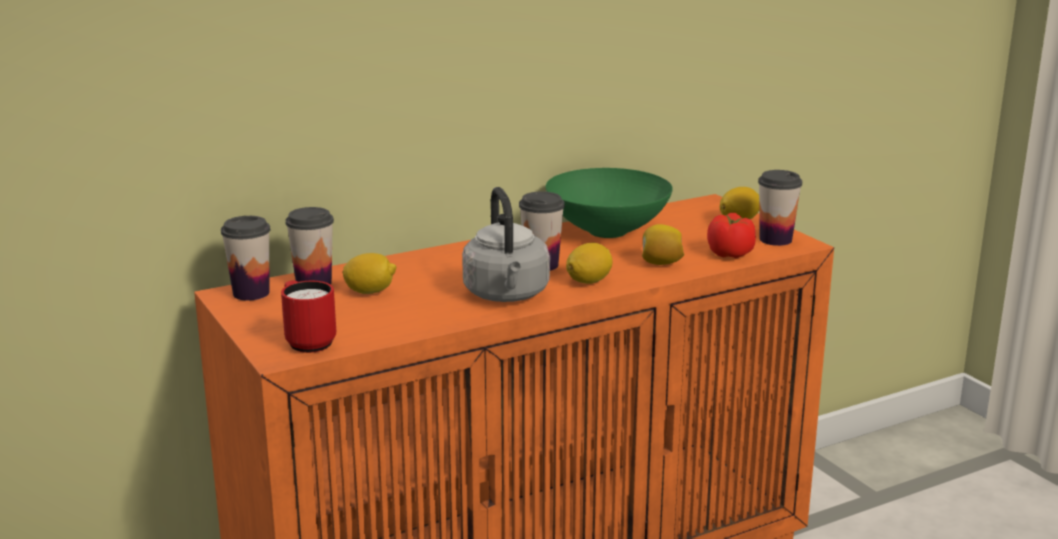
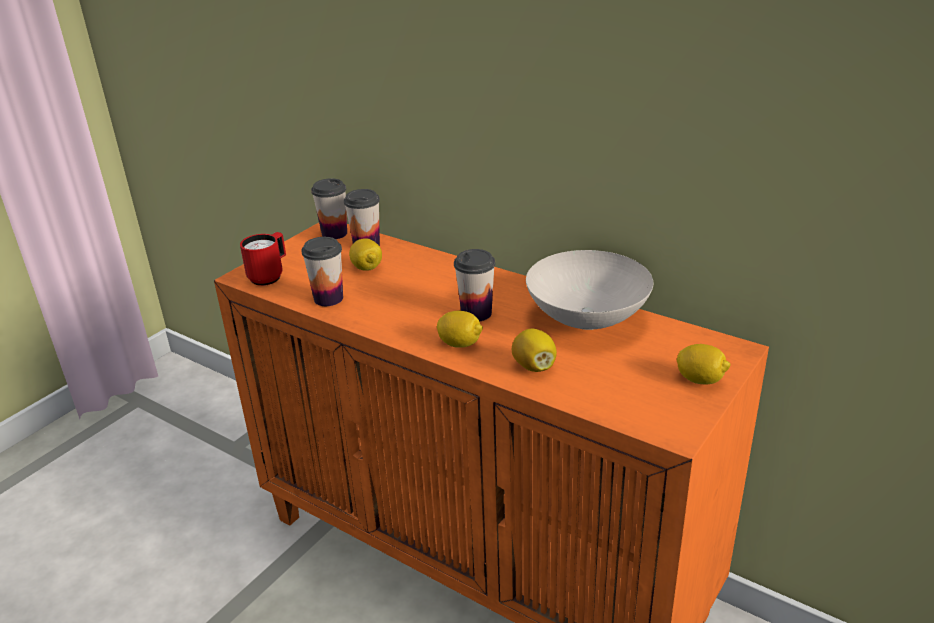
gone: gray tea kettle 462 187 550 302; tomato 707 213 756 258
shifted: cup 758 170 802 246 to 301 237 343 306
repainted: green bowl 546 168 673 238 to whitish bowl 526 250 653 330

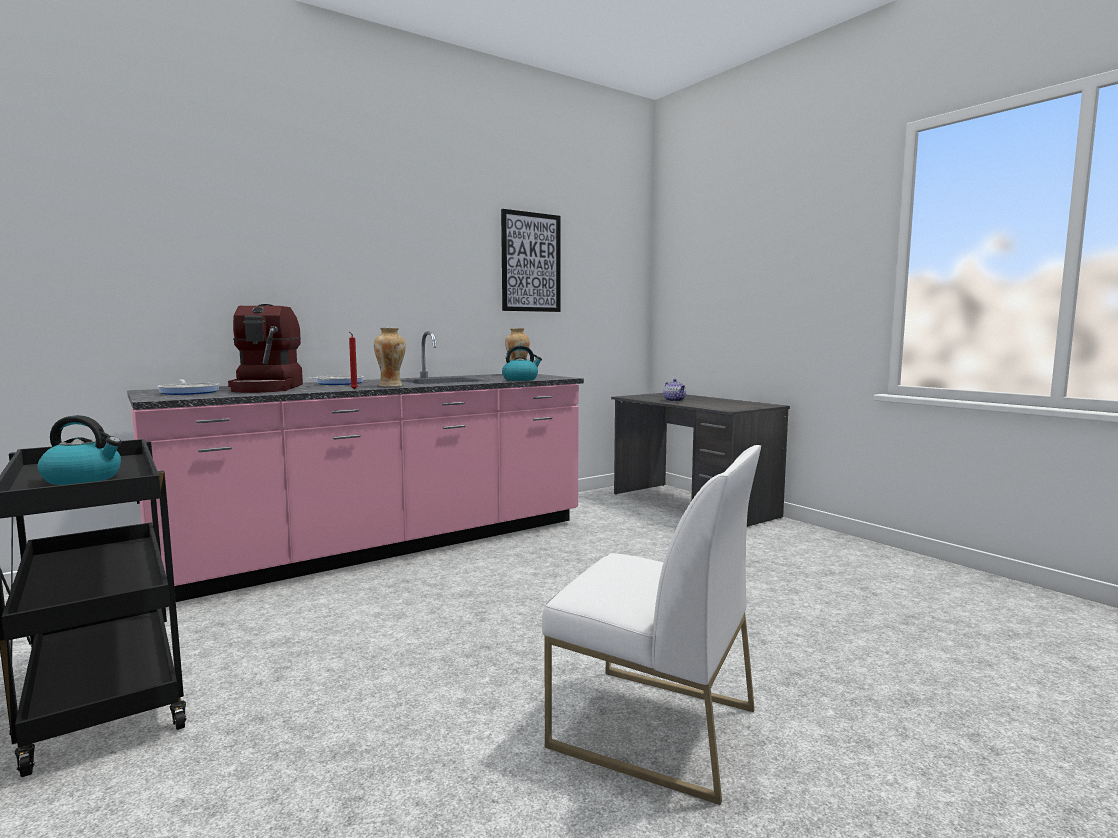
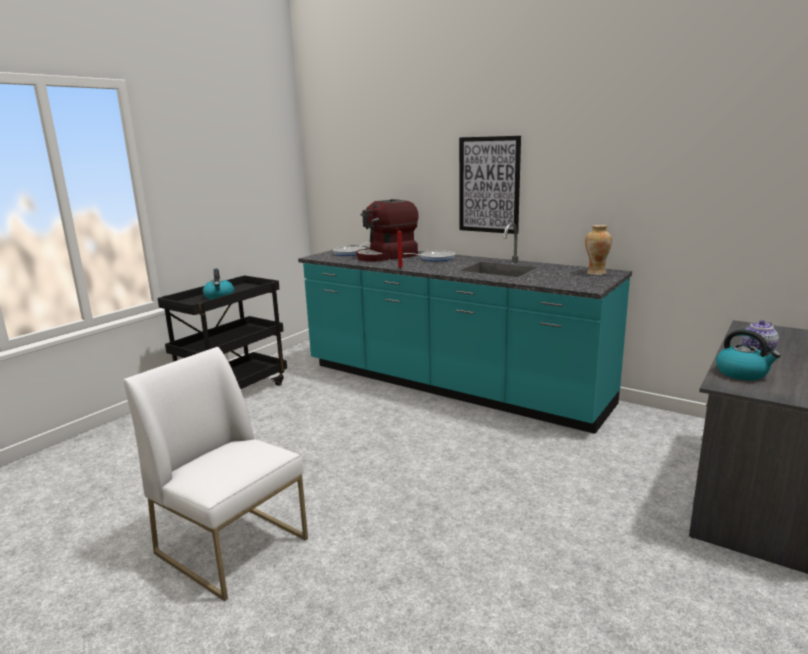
gone: decorative vase 374 328 406 387
shifted: wall picture 501 209 561 312 to 459 136 521 234; tea kettle 502 345 542 381 to 716 329 781 381
repainted: pinkish counter 127 331 584 602 to turquoise counter 298 222 632 434
rotated: whitish chair 542 445 761 805 = 123 347 308 601 120 degrees clockwise

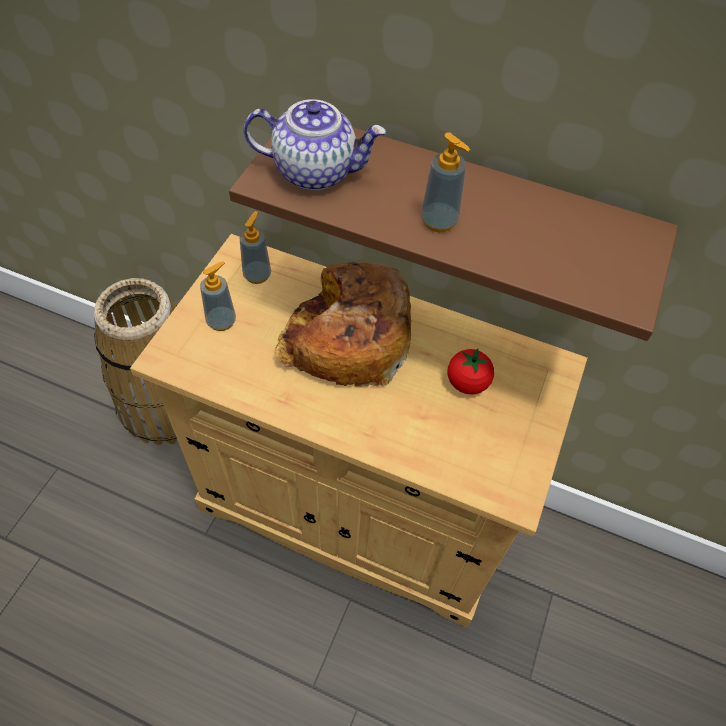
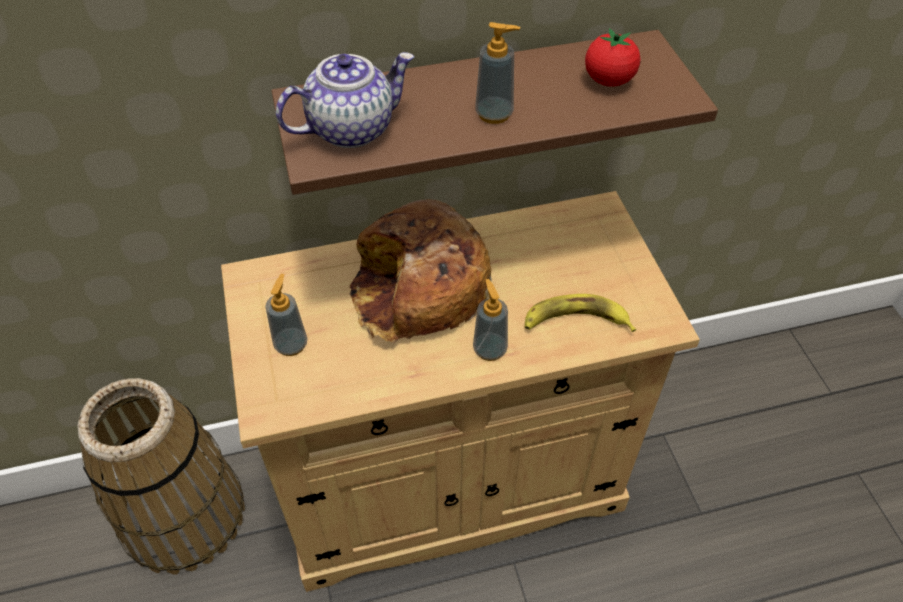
new: banana fruit 525 294 636 332
shifted: soap dispenser 240 211 271 284 to 473 279 508 361; tomato 448 348 494 395 to 585 28 641 87

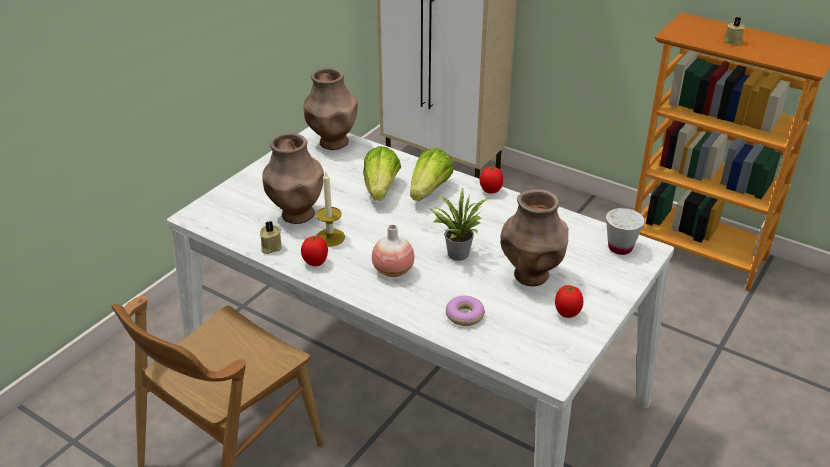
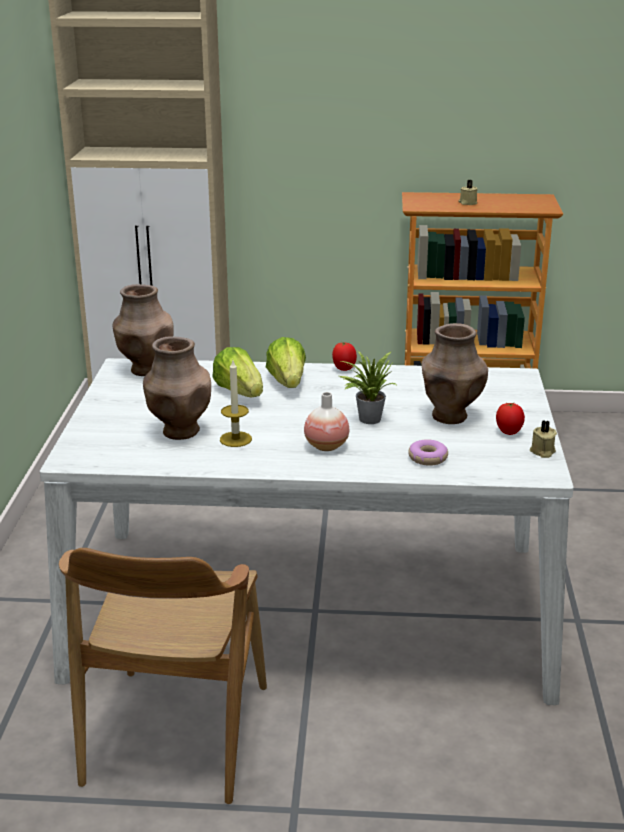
gone: tomato 301 236 328 266; whitish cup 606 208 645 255
shifted: sand-coloured candle 260 221 282 254 to 530 420 557 458

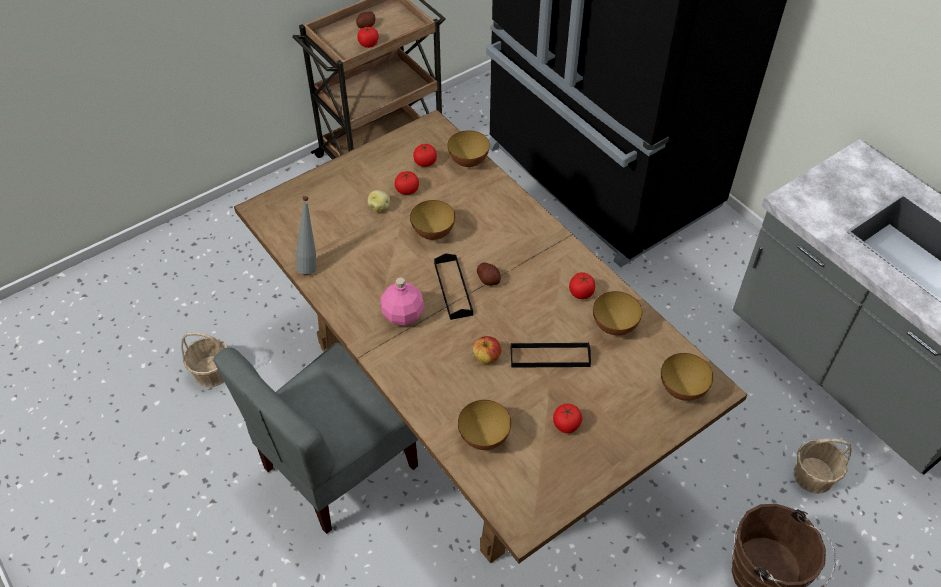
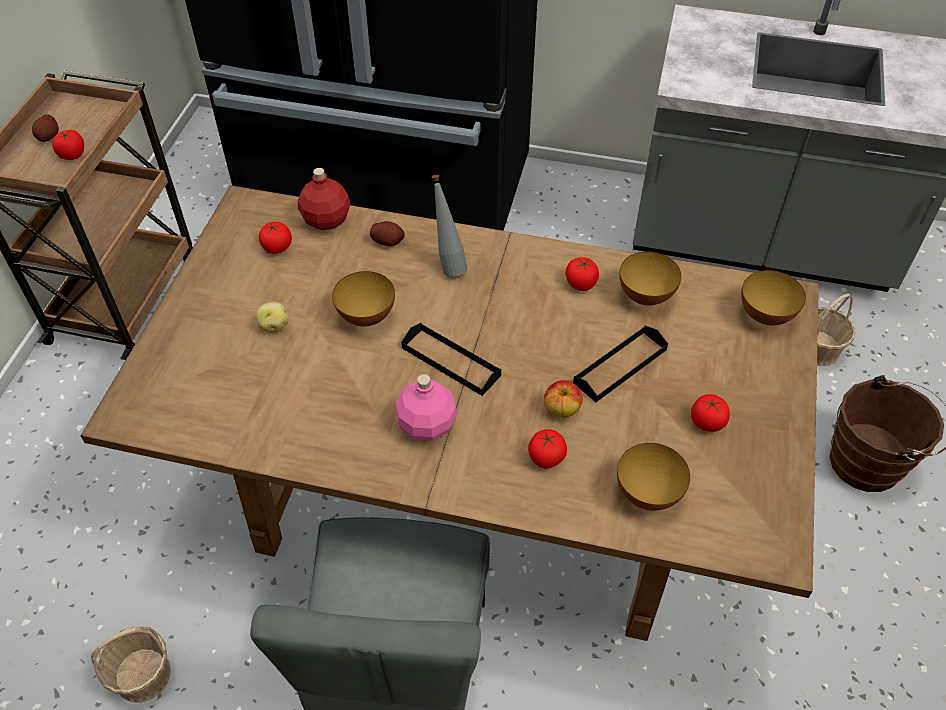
shifted: whole potato 477 262 501 286 to 370 221 405 246; gray beverage bottle 296 196 316 274 to 432 175 467 277; tomato 395 171 419 195 to 528 429 567 469
swapped: bowl 448 130 490 167 to reddish beverage bottle 298 168 350 230

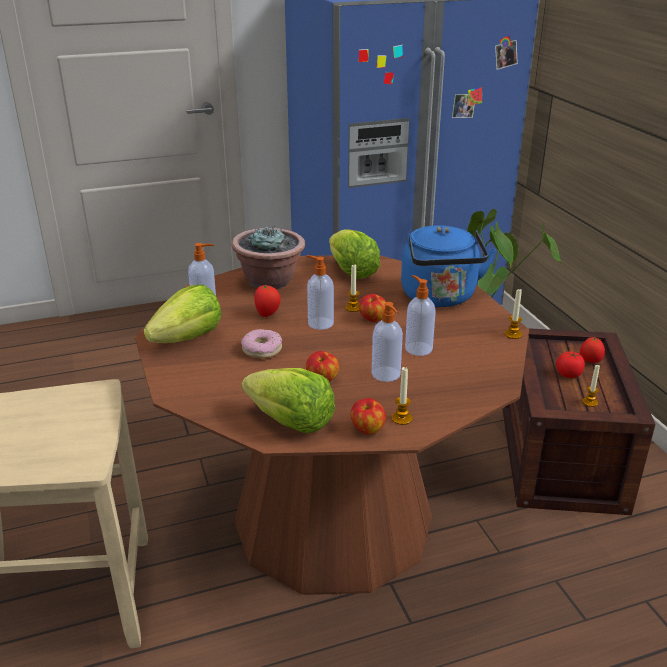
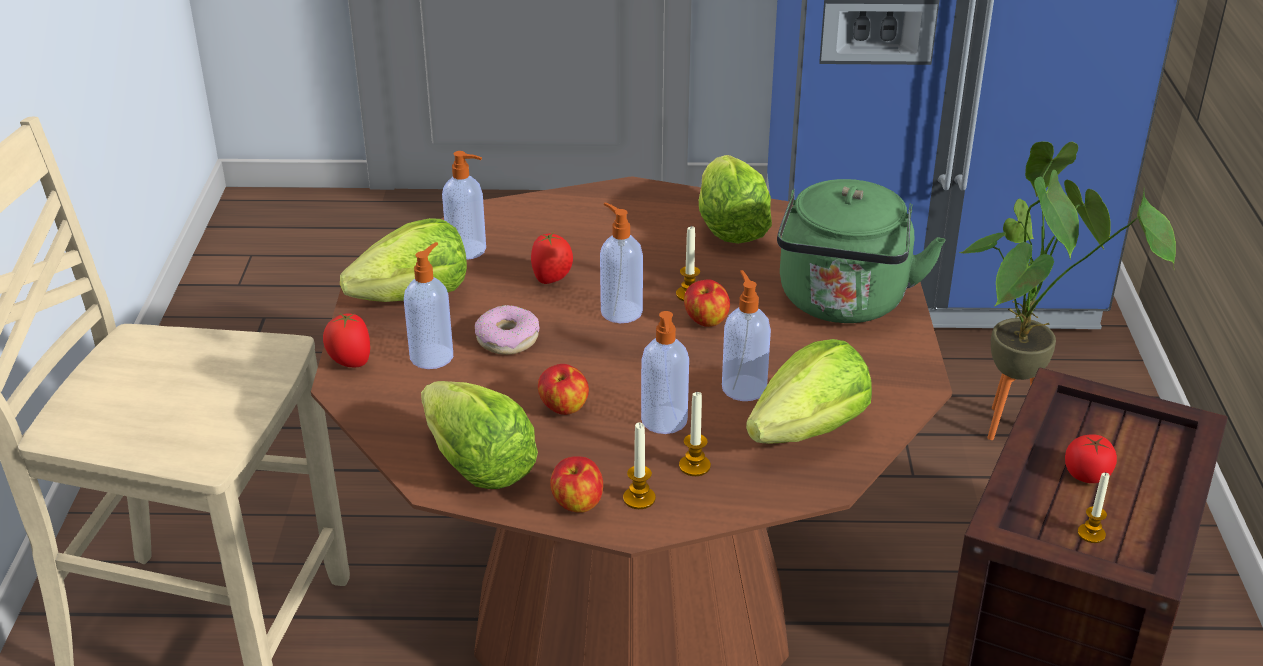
gone: potted plant 231 225 305 290
new: soap dispenser 404 242 453 369; lettuce 746 339 872 443
shifted: tomato 580 337 605 363 to 323 313 370 367; candle 504 289 522 339 to 679 392 711 476
repainted: bluish tea kettle 401 225 496 307 to green tea kettle 777 179 946 323

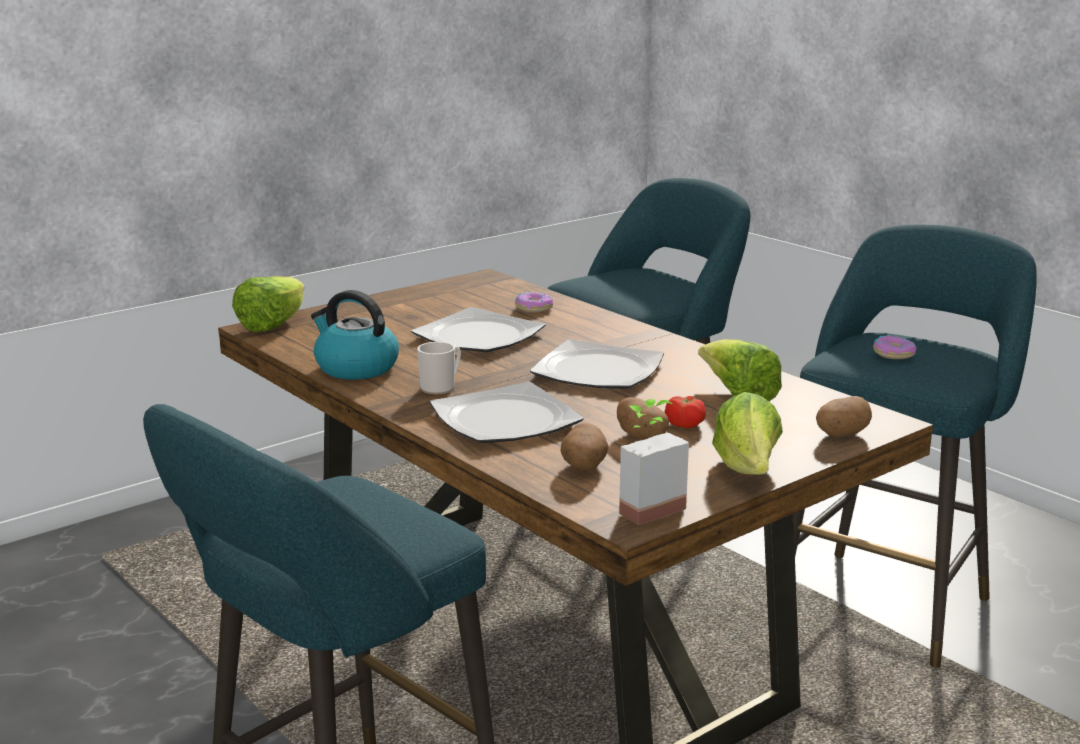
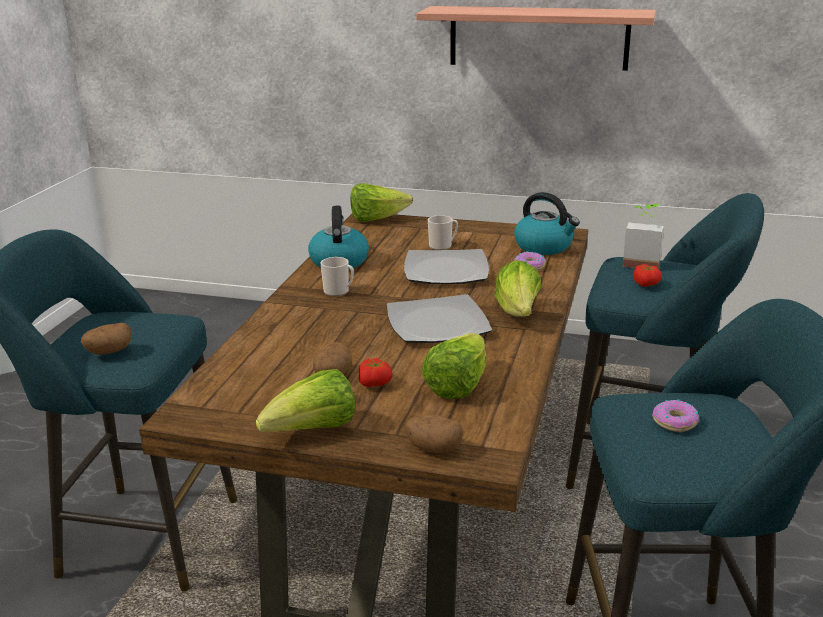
gone: dinner plate 430 382 584 443
new: shelf 416 6 656 71; coffee mug 428 215 458 250; lettuce 495 260 542 317; tea kettle 514 192 580 255; tomato 633 264 662 287
shifted: whole potato 560 423 609 472 to 81 323 132 355; potted plant 619 399 689 525 to 623 204 664 268

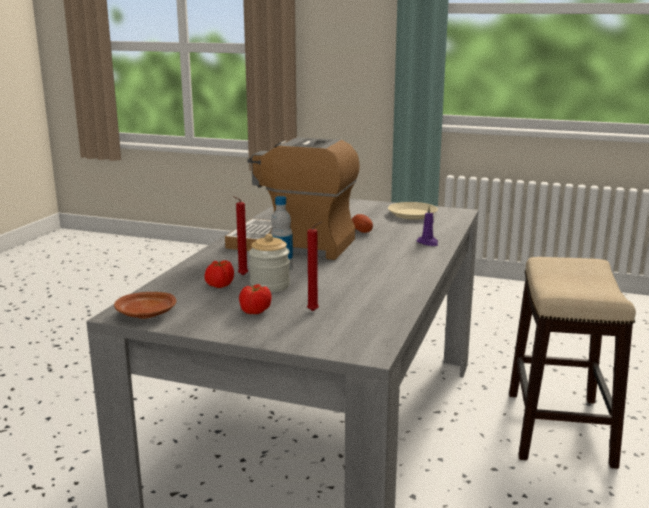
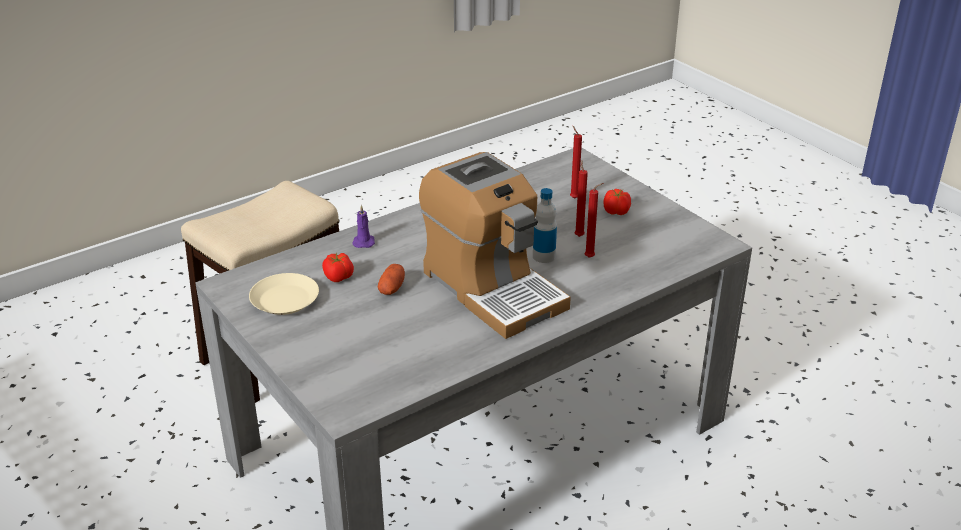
gone: brownish dinner plate 114 292 176 319
shifted: tomato 205 260 234 288 to 322 253 354 282
swapped: storage jar 249 234 290 292 to reddish candle 575 160 588 237

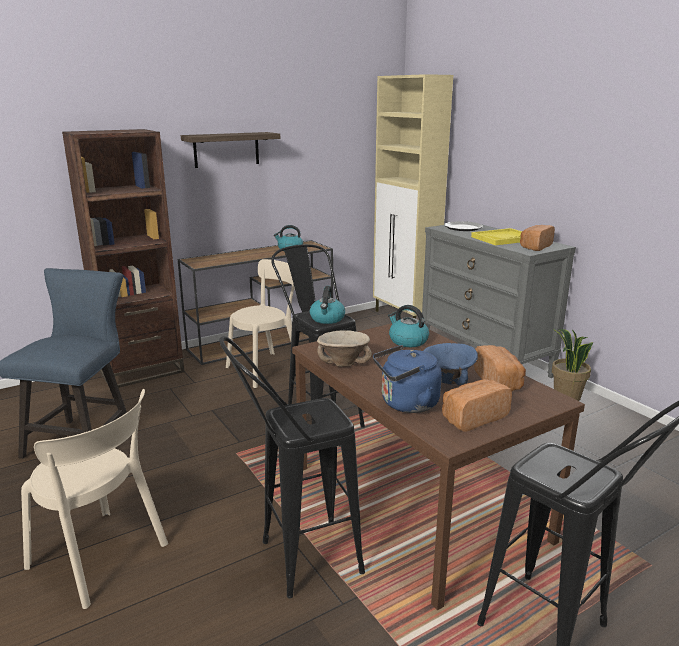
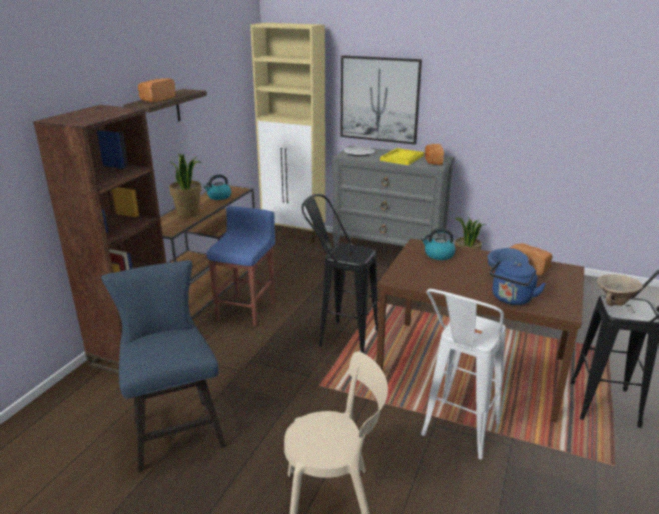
gone: tea kettle 310 286 345 324
new: potted plant 169 153 202 217; wall picture 340 55 422 145
shifted: bakery bread 442 379 512 432 to 138 78 176 103; sand-coloured bowl 317 330 372 367 to 597 274 643 306
swapped: sand-coloured chair 226 259 295 388 to bluish stool seat 207 206 275 326
repainted: black-coloured stool seat 219 336 365 598 to whitish stool seat 421 289 506 459

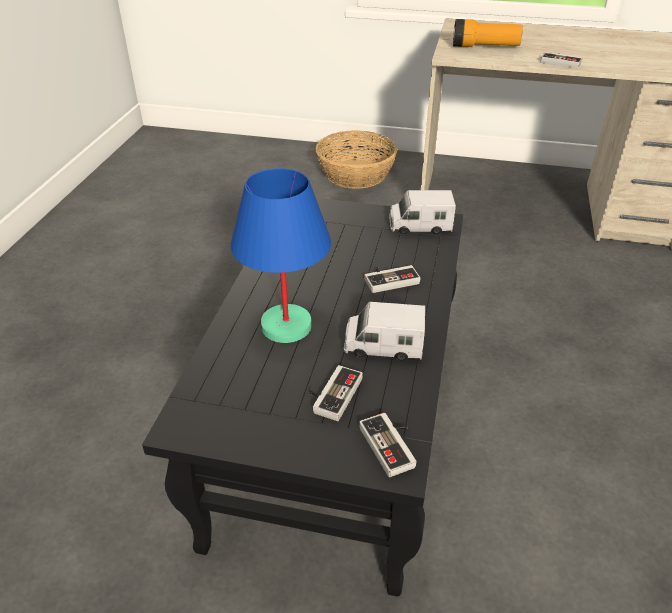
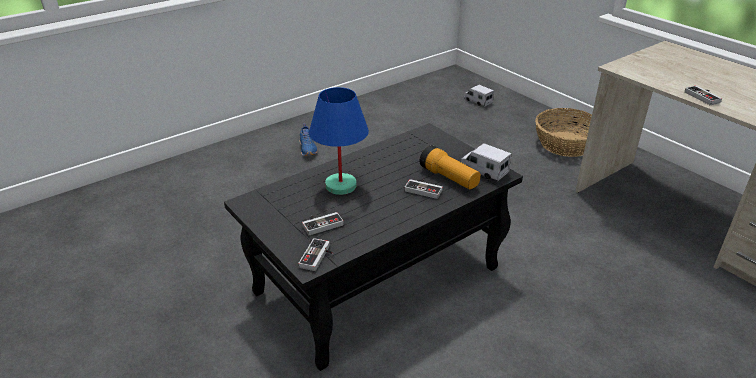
new: bluish low shoe 299 123 318 156
shifted: torch 453 19 523 47 to 420 145 481 190; toy truck 344 302 425 361 to 464 85 494 107

